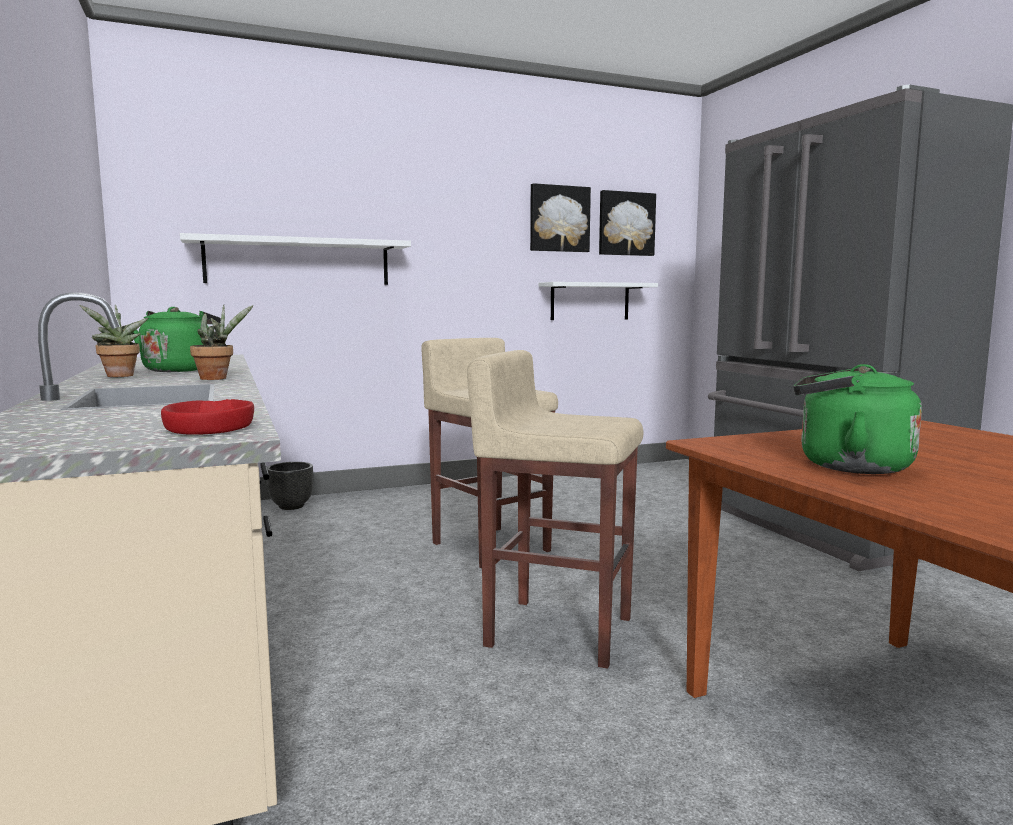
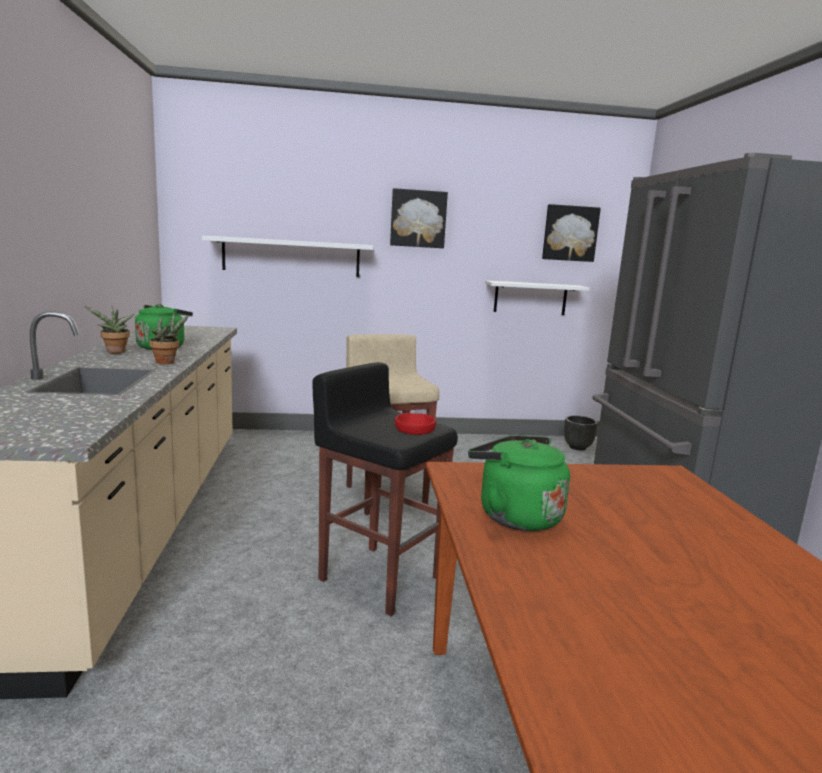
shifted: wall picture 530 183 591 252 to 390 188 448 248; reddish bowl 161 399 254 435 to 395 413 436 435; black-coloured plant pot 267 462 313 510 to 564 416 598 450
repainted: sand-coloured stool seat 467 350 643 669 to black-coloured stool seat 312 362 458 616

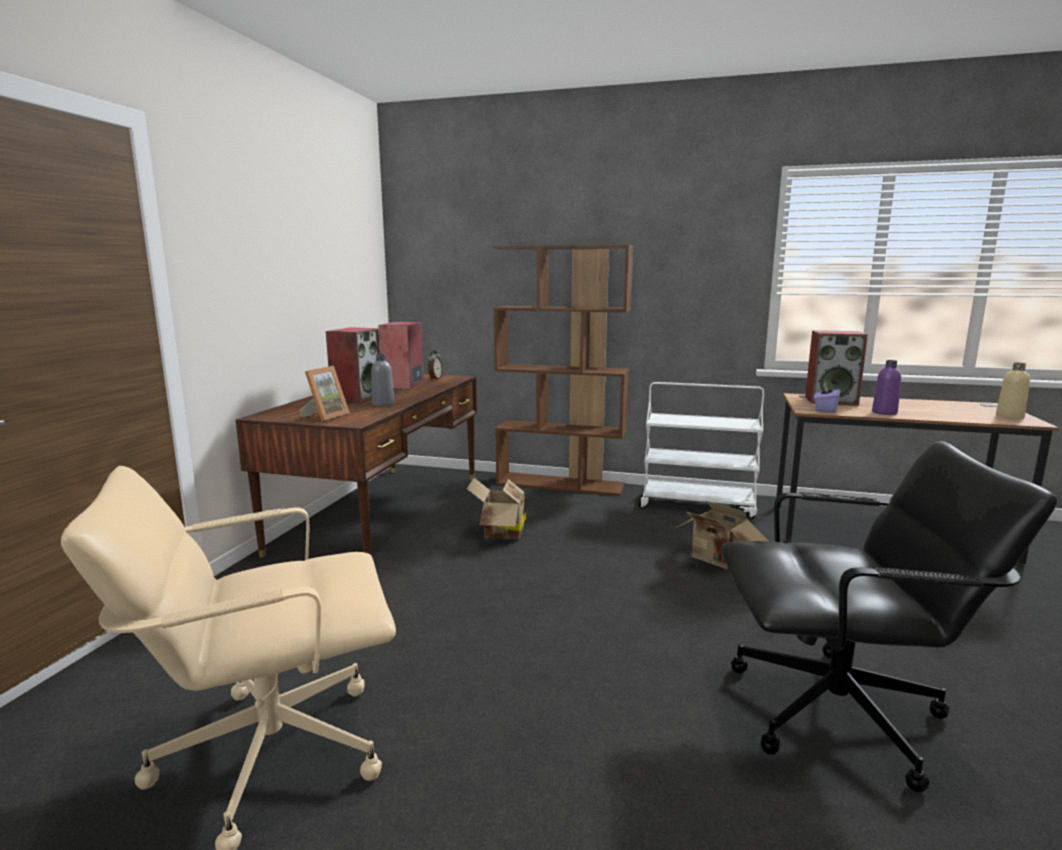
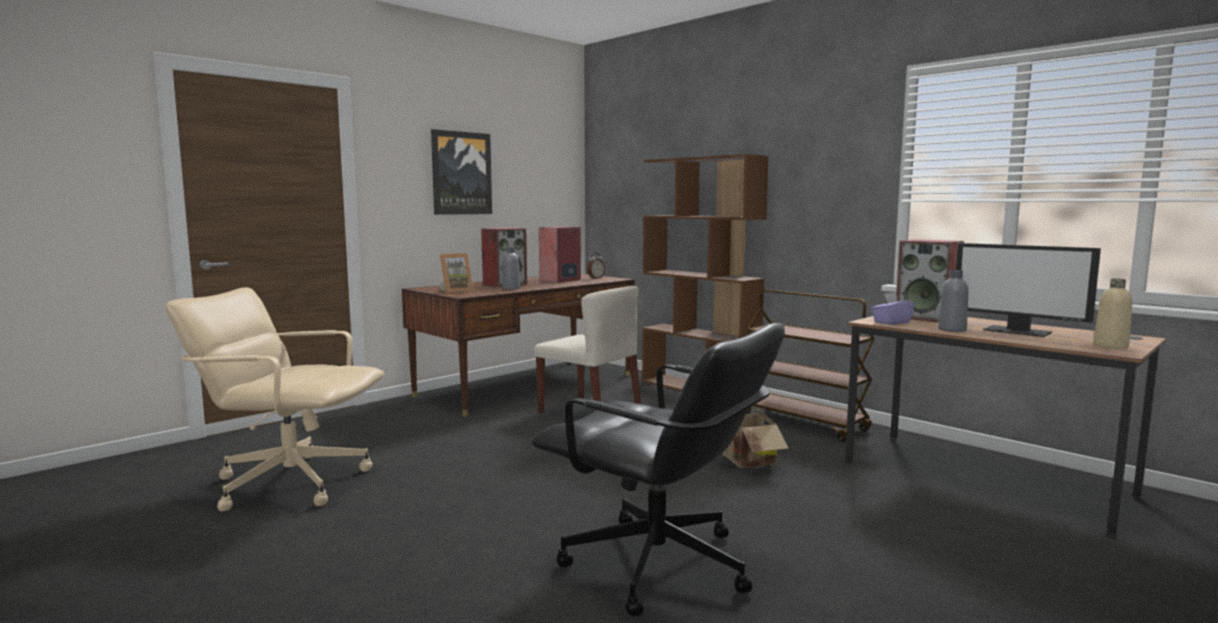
new: wall picture 431 129 492 215; monitor 956 243 1101 337
swapped: cardboard box 467 478 526 540 to sand-coloured chair 534 286 641 413
repainted: whitish wheeled cart 639 382 764 519 to brownish wheeled cart 746 290 875 442; purple beverage bottle 872 360 901 415 to gray beverage bottle 938 270 968 332

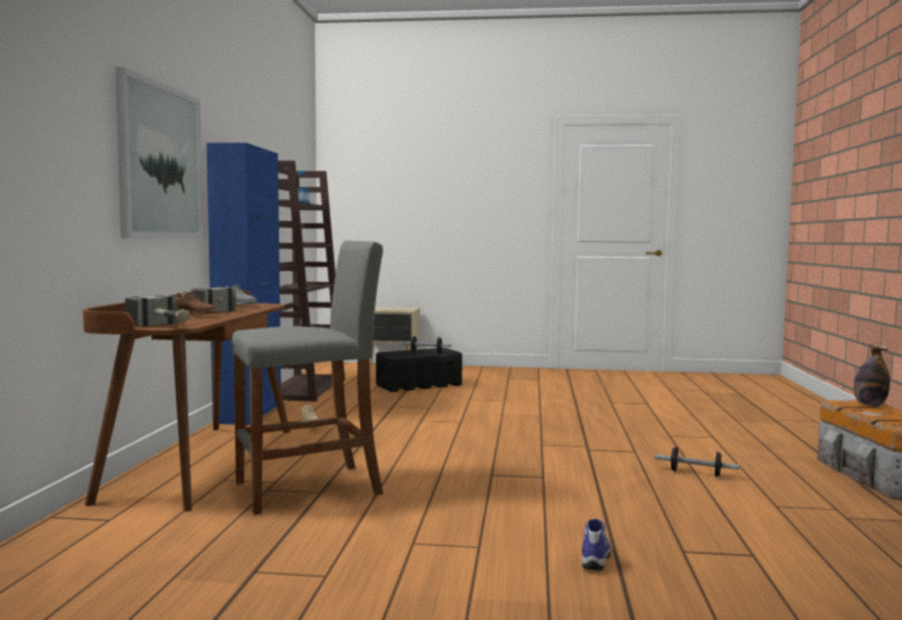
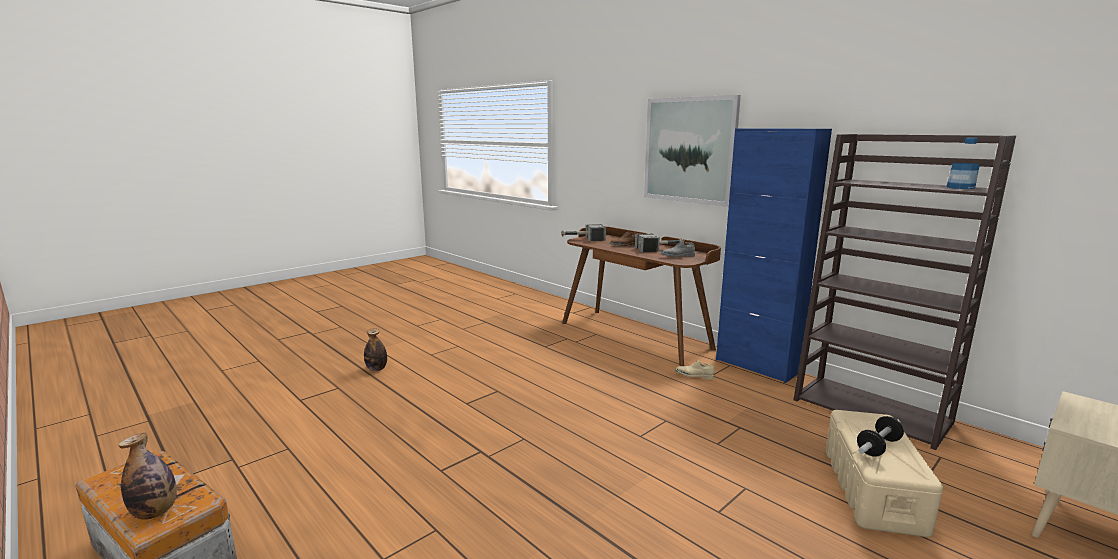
gone: gray stool seat 232 240 383 515; free weight 655 447 739 477
swapped: low shoe 582 519 611 571 to beverage bottle 364 328 387 371
repainted: black-coloured storage box 376 348 462 392 to sand-coloured storage box 826 410 943 537

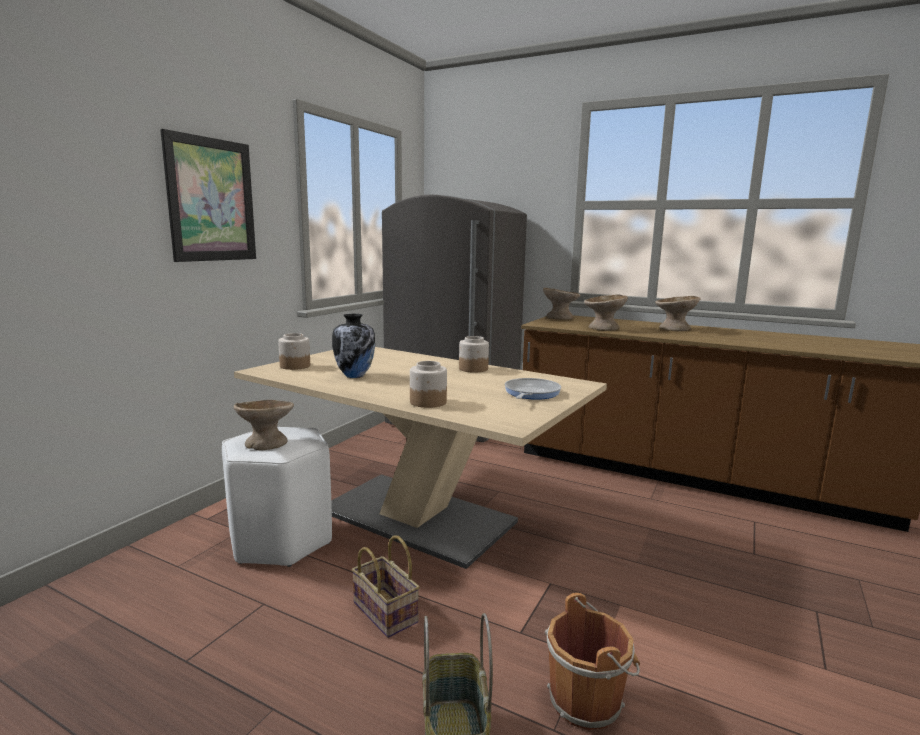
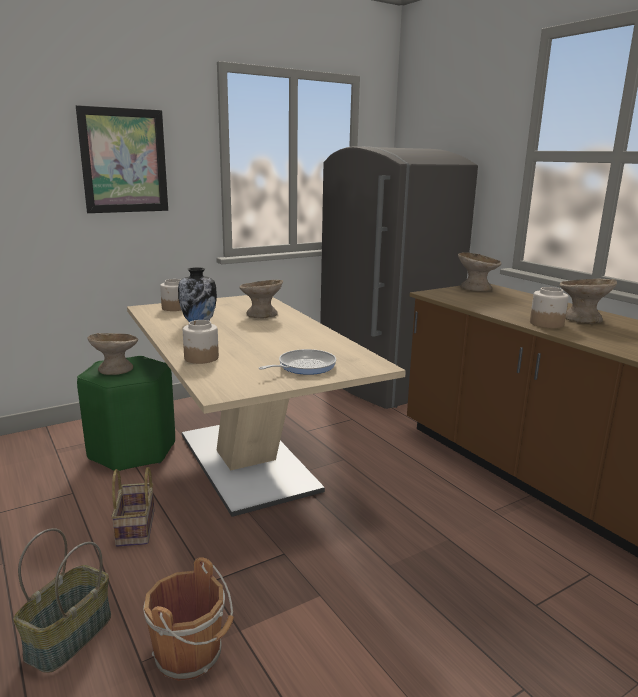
shifted: sand-coloured bowl 584 294 628 331 to 239 280 283 318; storage jar 459 336 489 373 to 530 287 569 328
repainted: whitish stool seat 222 427 332 567 to green stool seat 77 356 175 471

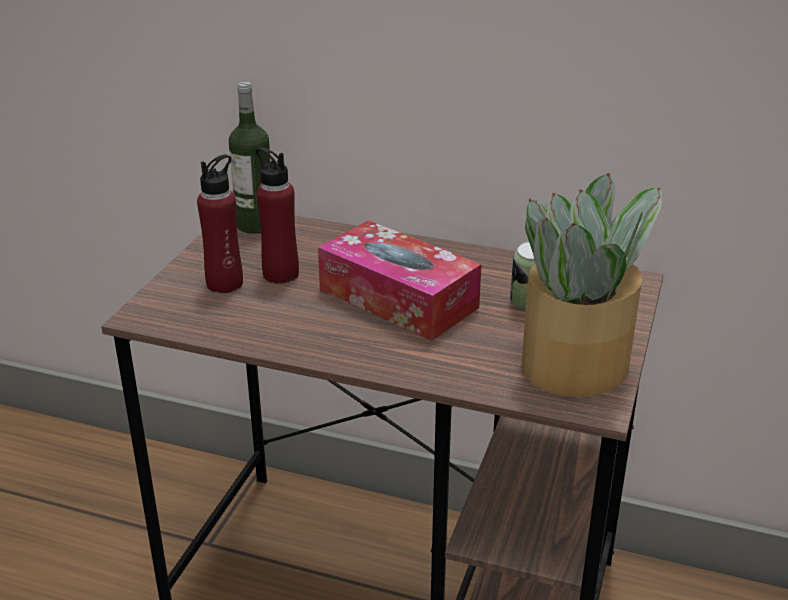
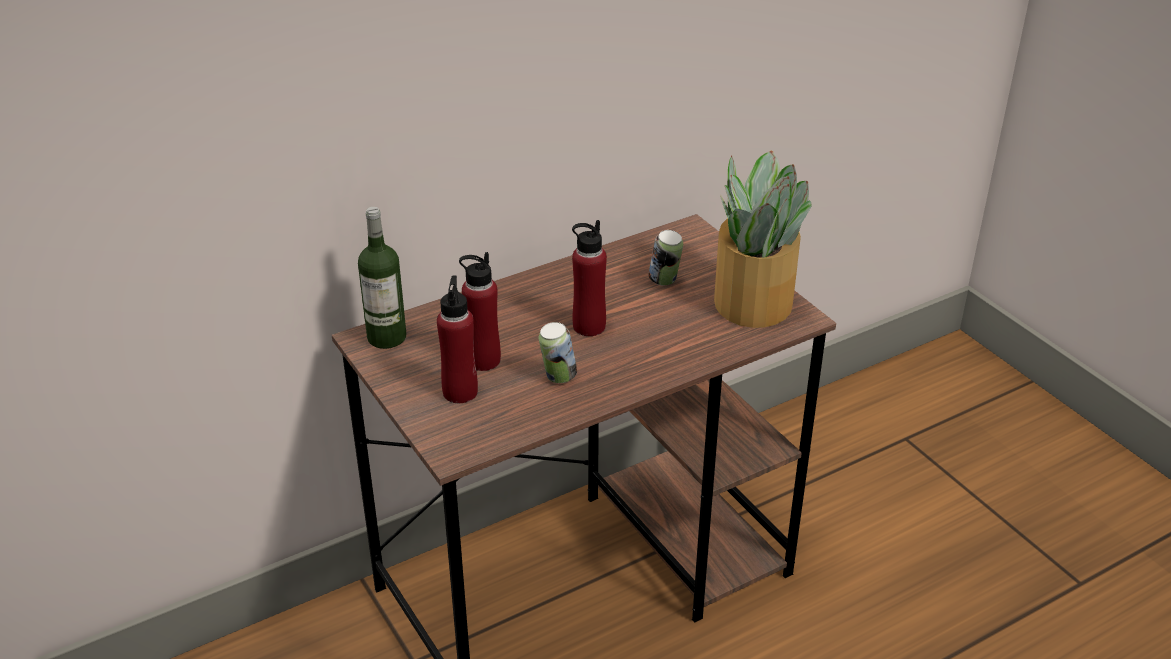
new: sealed can 539 322 577 383
swapped: tissue box 318 220 482 341 to reddish beverage bottle 572 220 607 336

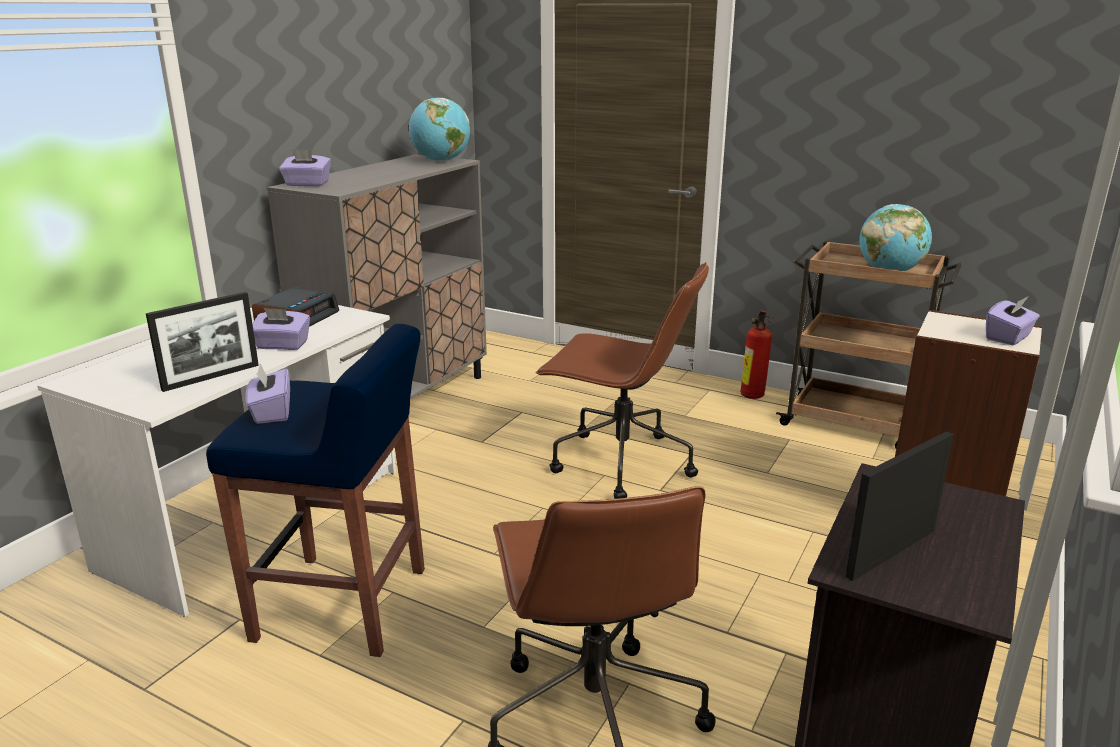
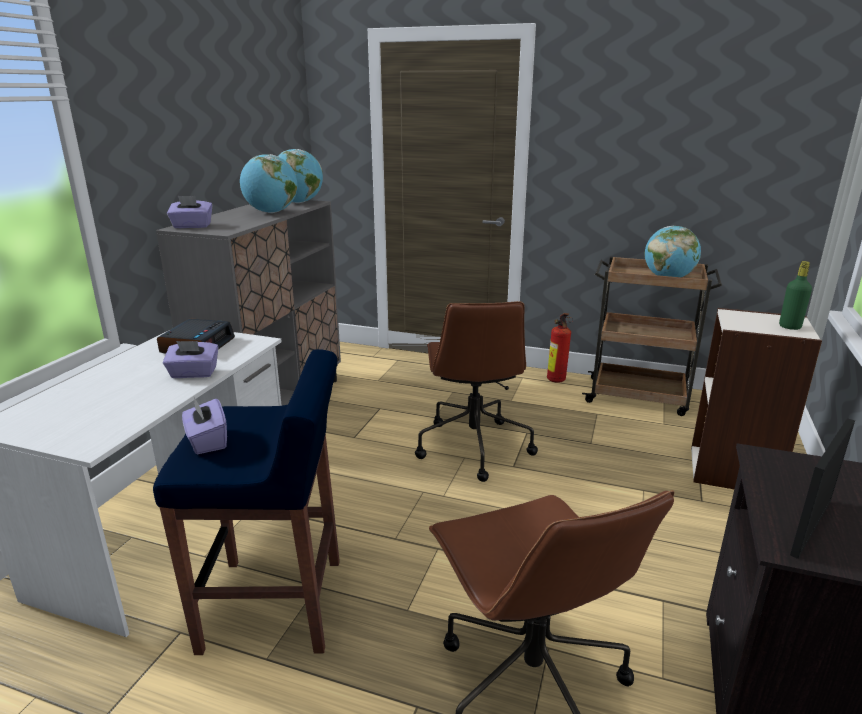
gone: standing frame 146 292 259 392
new: desk globe 240 154 297 213
swapped: purple tissue box 986 296 1039 345 to green beverage bottle 779 261 812 330
rotated: brownish desk chair 536 262 709 499 = 415 301 538 482 75 degrees clockwise

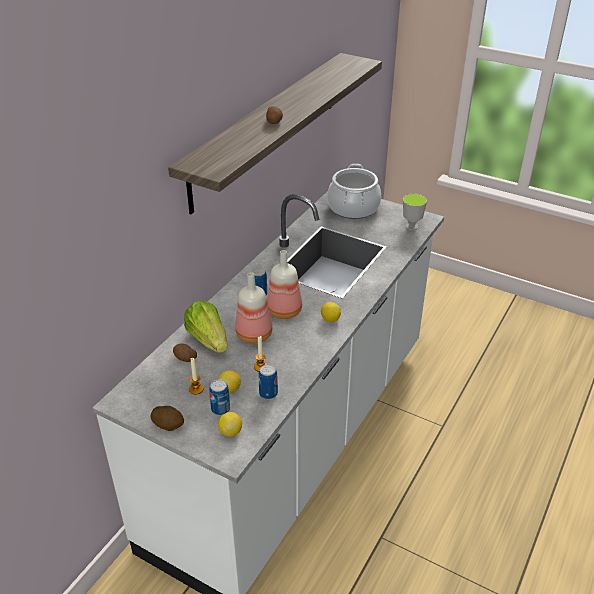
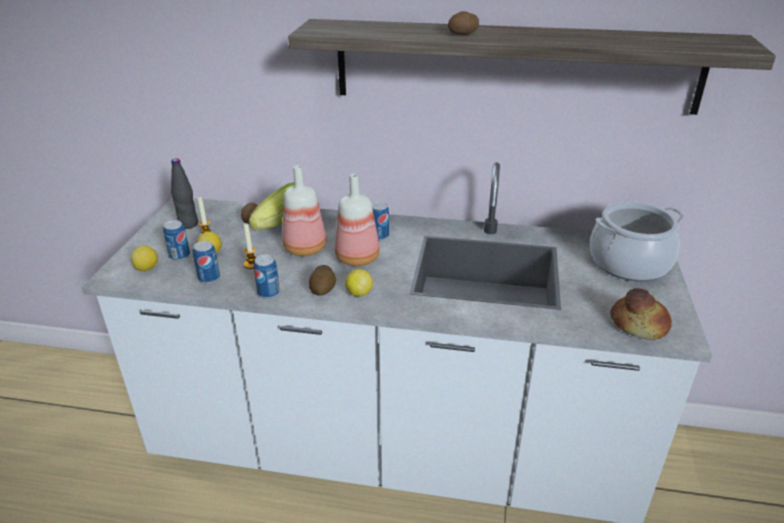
new: black-coloured beverage bottle 171 158 198 229; sealed can 254 255 280 299
shifted: whole potato 150 406 184 431 to 309 265 336 296
swapped: cup 403 194 427 230 to bakery bread 611 288 672 340

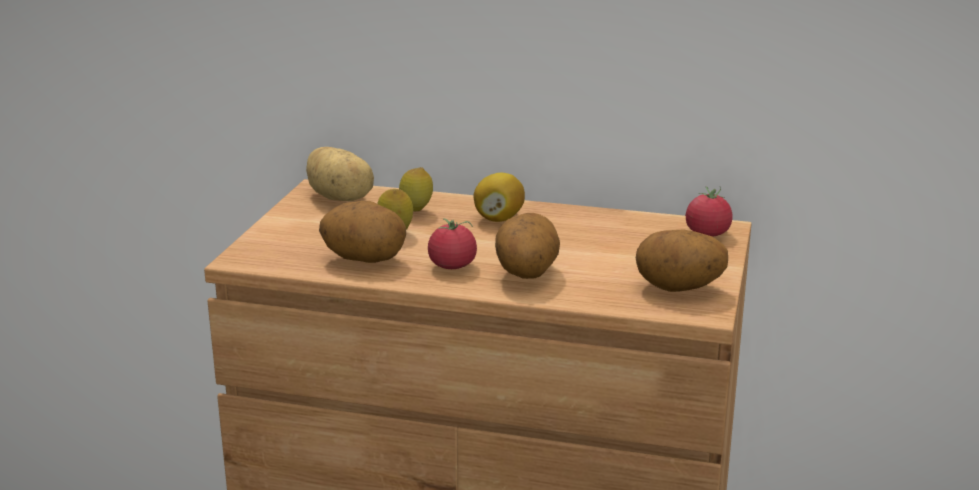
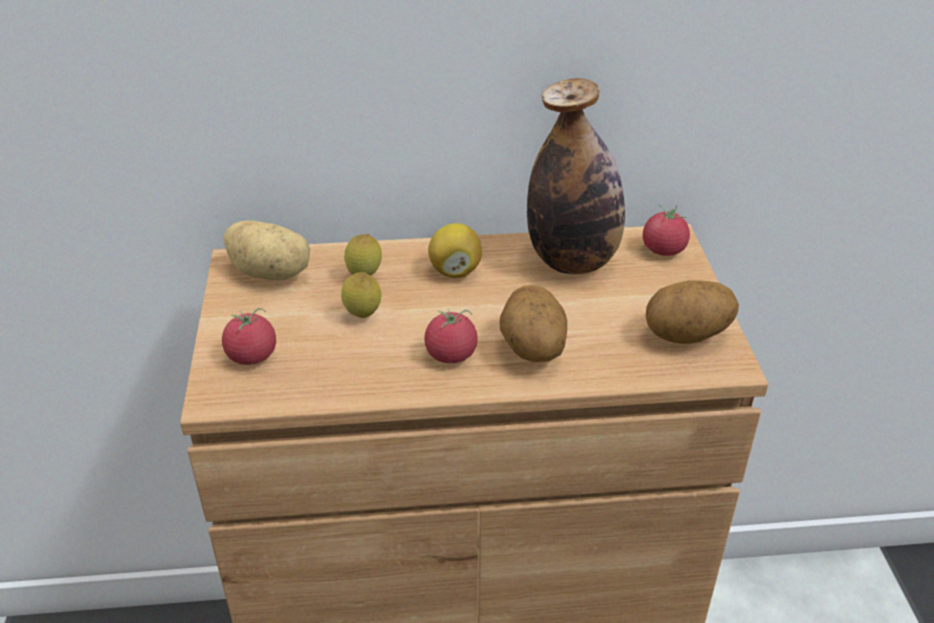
gone: whole potato 319 201 406 263
new: tomato 222 308 276 365; beverage bottle 527 78 625 274

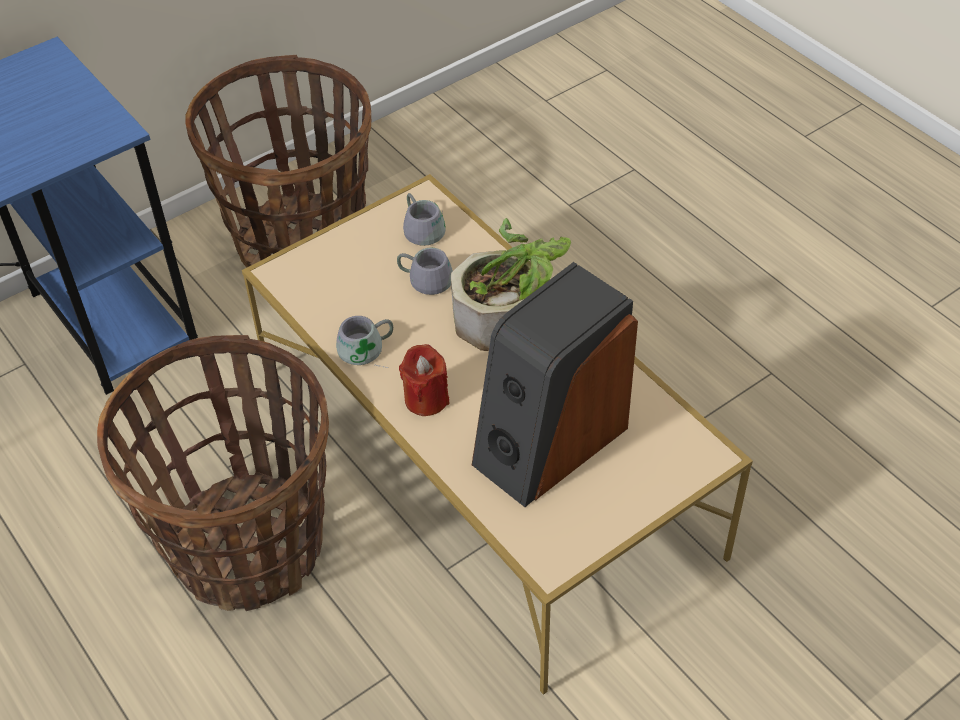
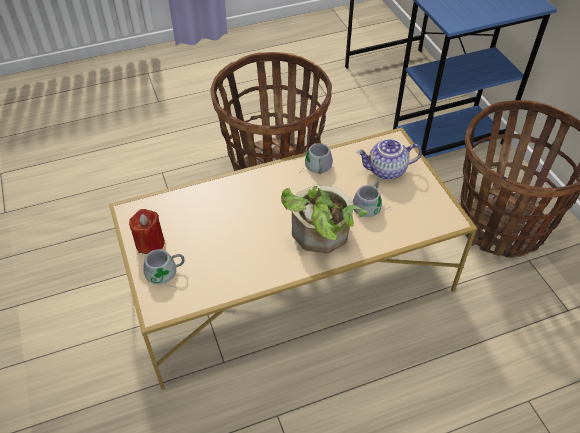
gone: loudspeaker 472 262 638 507
new: tea pot 357 139 422 180
shifted: reddish candle 399 344 449 416 to 129 209 165 254; gray coffee mug 403 193 445 246 to 143 249 185 288

